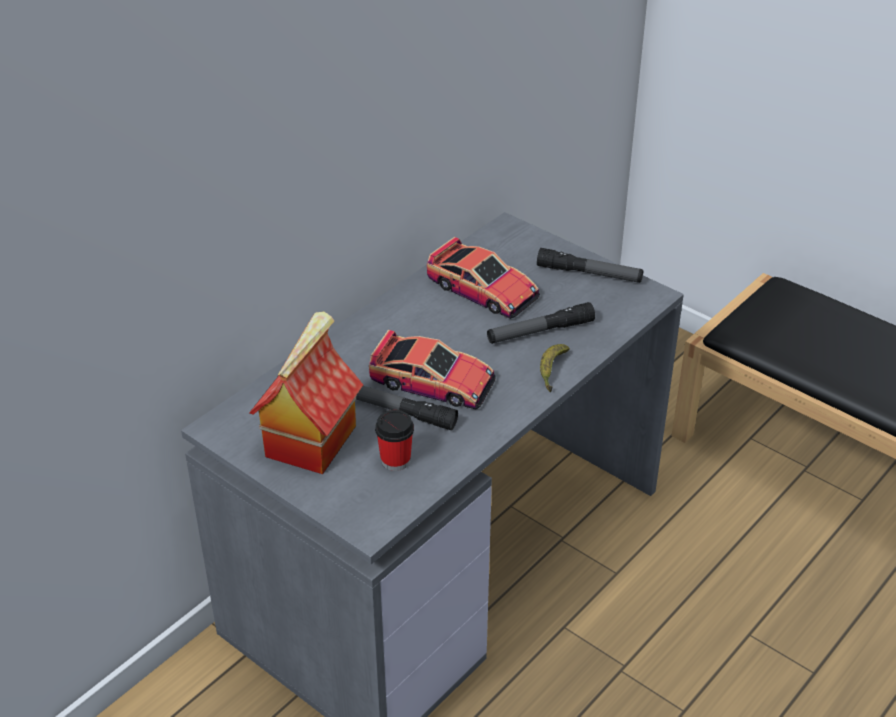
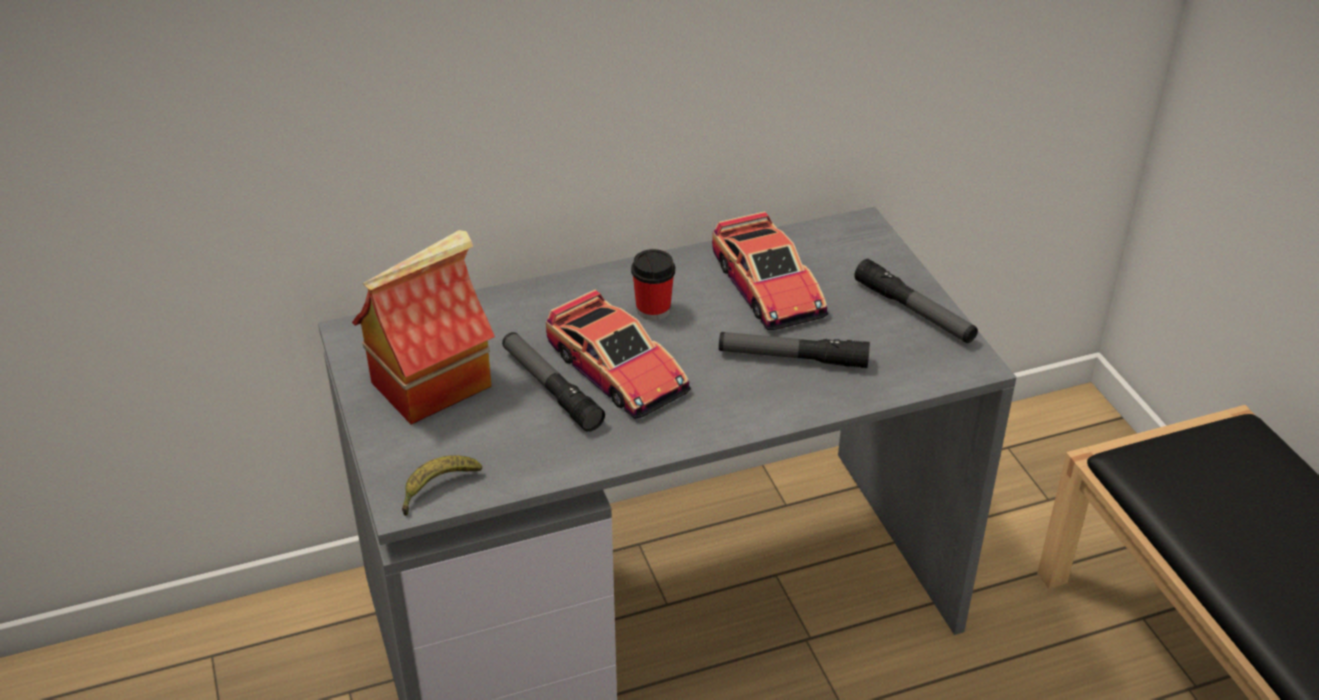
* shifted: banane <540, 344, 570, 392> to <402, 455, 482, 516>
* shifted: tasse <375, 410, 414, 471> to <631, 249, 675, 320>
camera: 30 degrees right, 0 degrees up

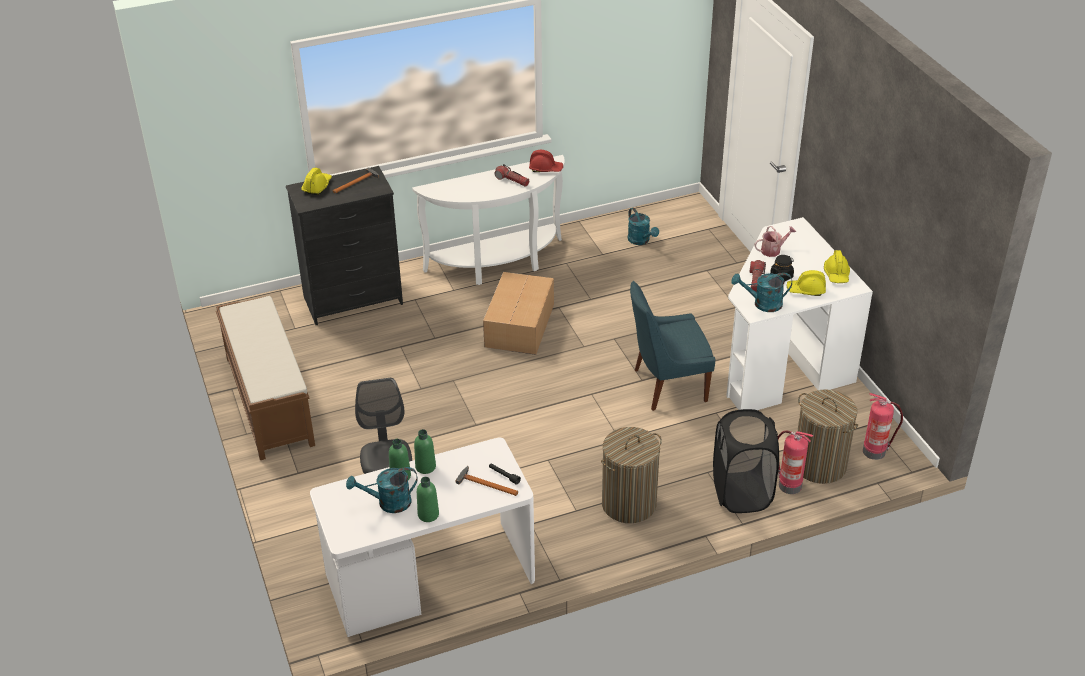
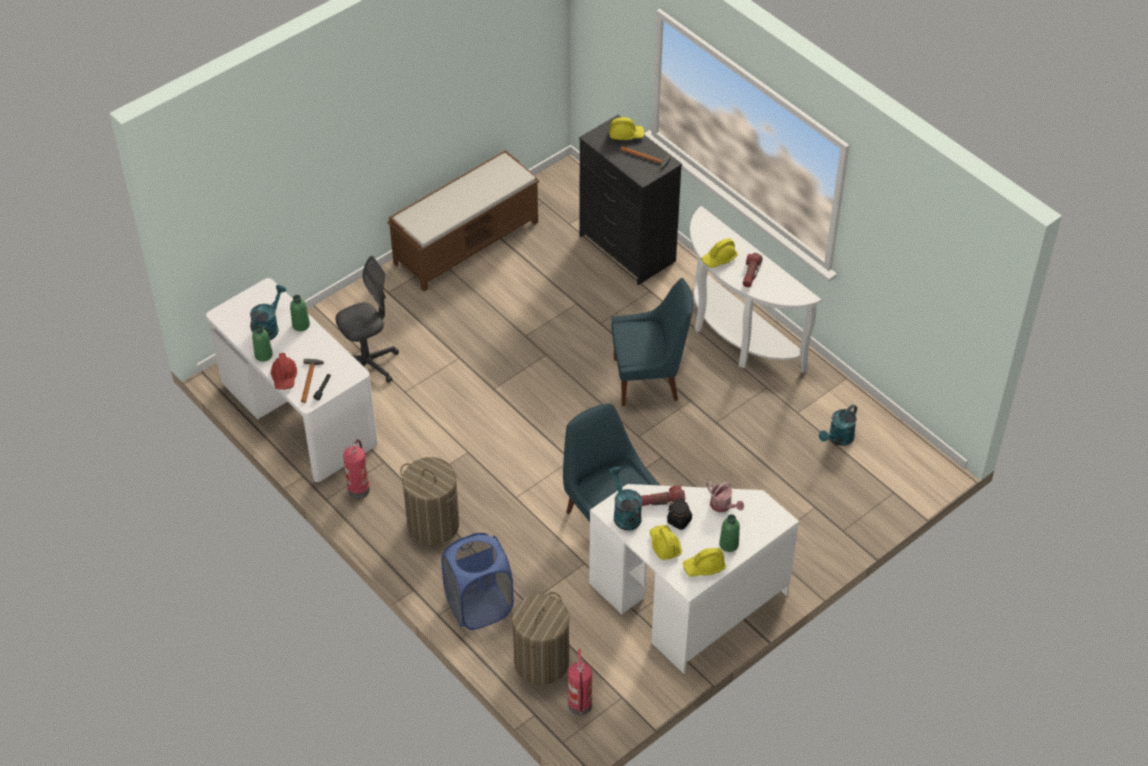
* shifted: casque de chantier (rouge) <529, 150, 563, 172> to <271, 353, 297, 390>
* swapped: carton <483, 272, 554, 355> to chaise (bleu) <611, 278, 694, 406>
* repainted: panier à linge (noir) <713, 409, 779, 513> to panier à linge (bleu) <441, 533, 514, 630>
* shifted: bouteille (vert) <414, 429, 436, 474> to <719, 514, 740, 552>
* shifted: extincteur <778, 431, 813, 494> to <343, 439, 370, 499>
* rotated: arrosoir (turquoise) <346, 467, 418, 513> = <250, 285, 286, 340> 60 degrees clockwise
* new: casque de chantier (jaune) <701, 238, 738, 268>
camera: 70 degrees right, 10 degrees up

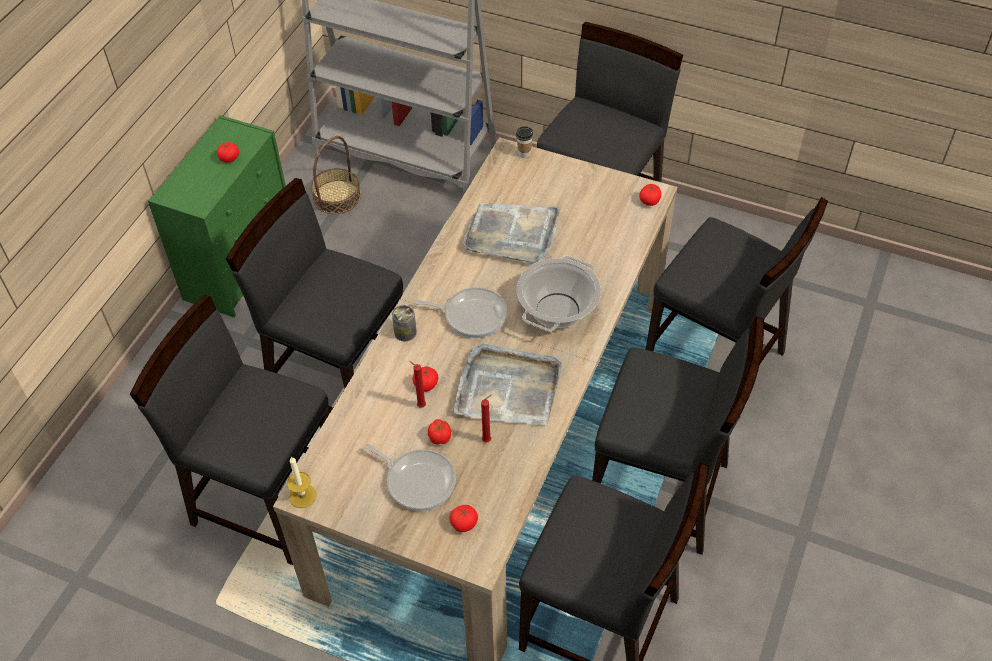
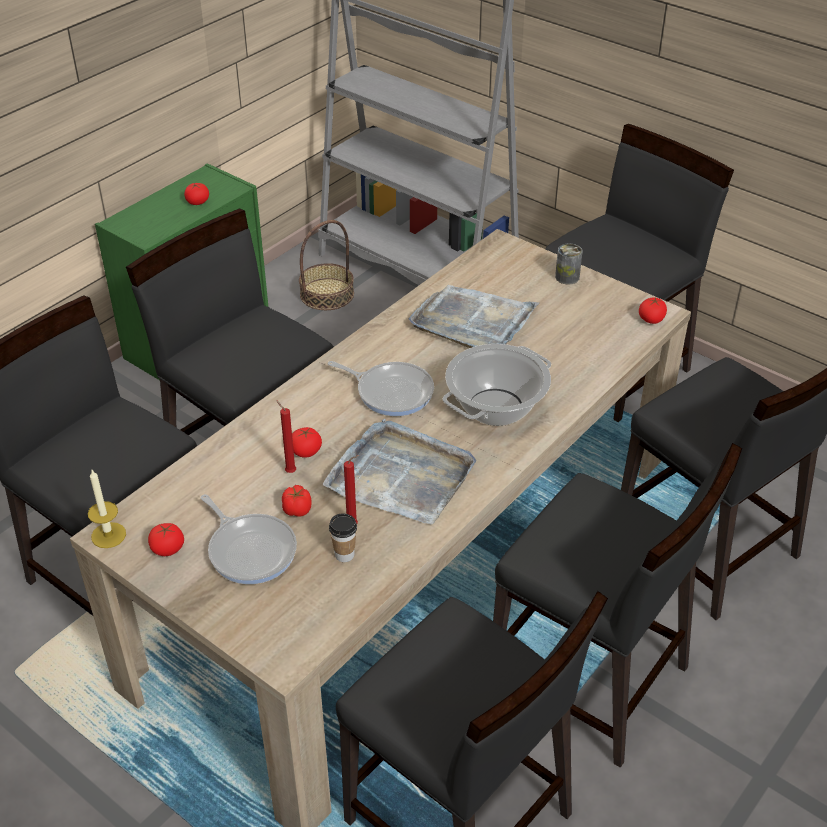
* shifted: tasse <516, 126, 533, 158> to <329, 513, 357, 562>
* shifted: boîte métallique <392, 305, 417, 341> to <555, 244, 583, 285>
* shifted: tomate <450, 505, 478, 532> to <148, 523, 184, 556>
camera: 15 degrees right, 10 degrees down

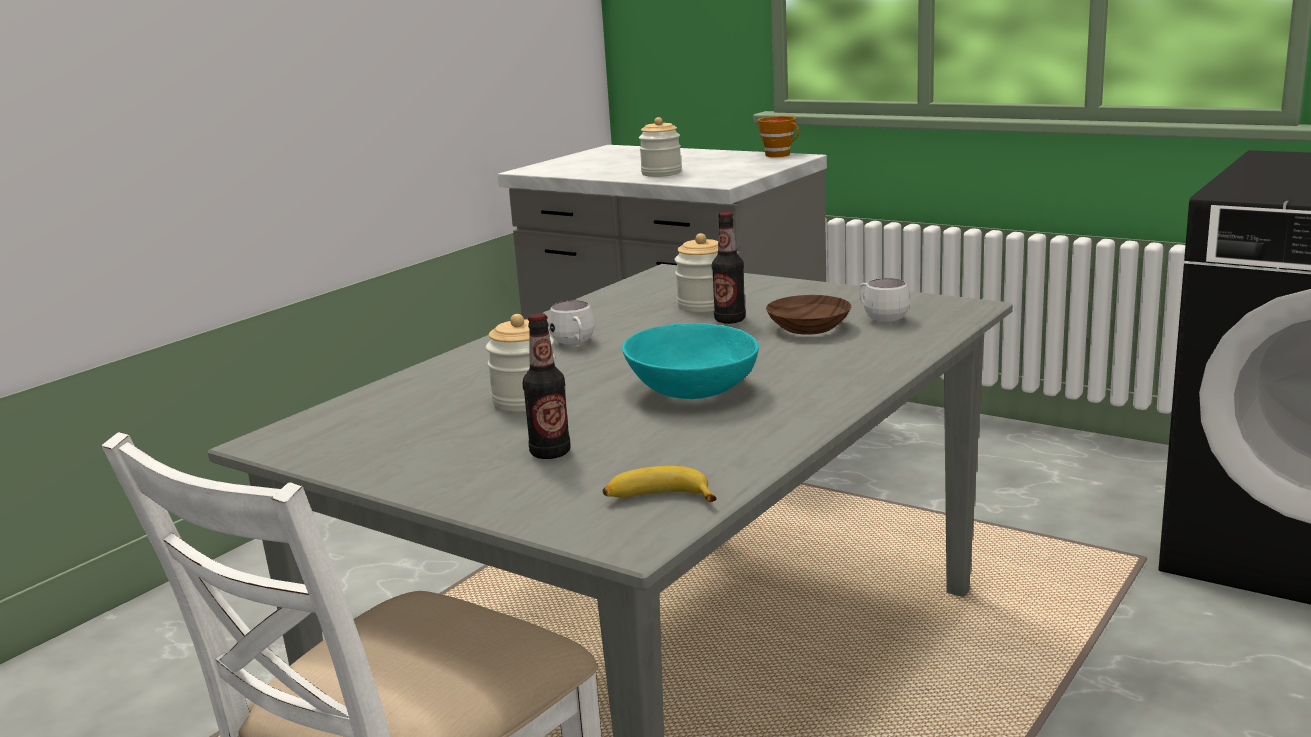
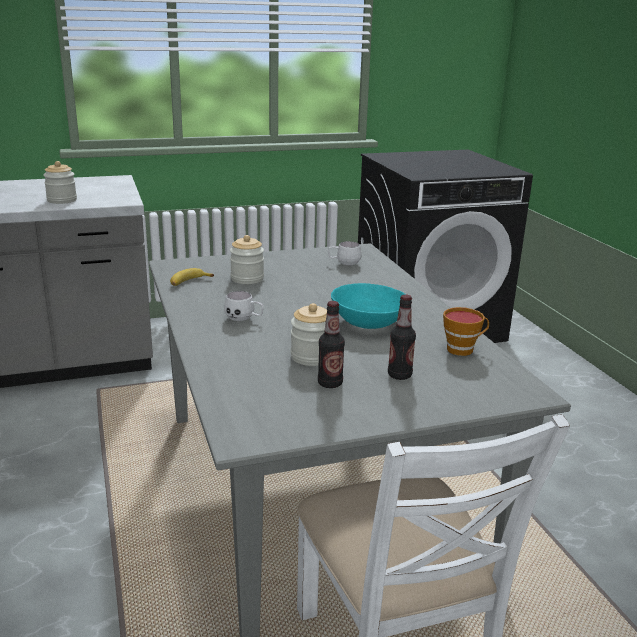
* shifted: tasse <757, 116, 799, 157> to <443, 307, 489, 356>
* shifted: bouteille <712, 212, 746, 324> to <318, 301, 345, 388>
* gone: bol (marron) <766, 295, 851, 335>
* shifted: banane <603, 466, 717, 502> to <170, 268, 214, 286>
camera: 55 degrees left, 5 degrees up

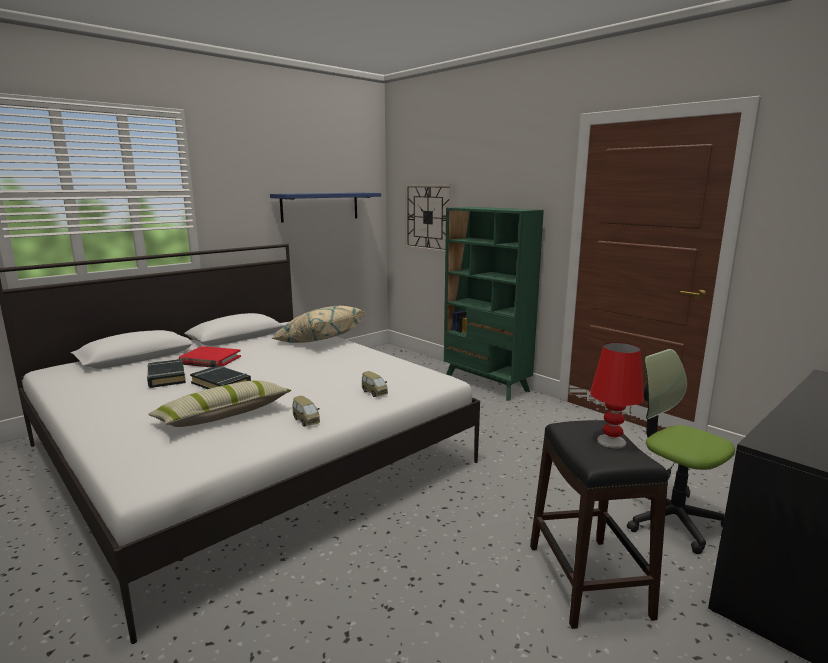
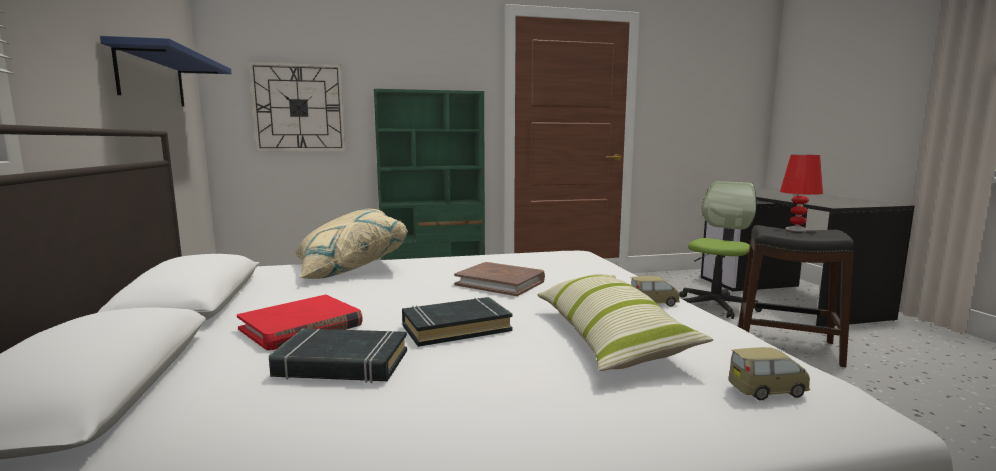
* rotated: chaise de bureau <627, 349, 735, 554> = <679, 181, 762, 319> 135 degrees clockwise
* shifted: petite voiture <362, 371, 388, 397> to <729, 347, 810, 401>
* new: livre (marron) <454, 262, 545, 296>
camera: 60 degrees left, 5 degrees down

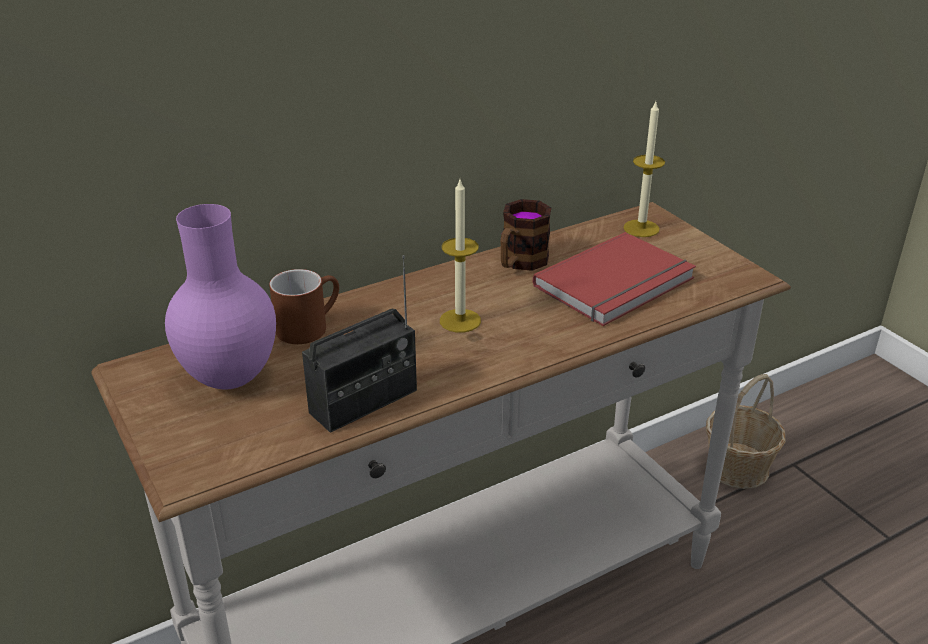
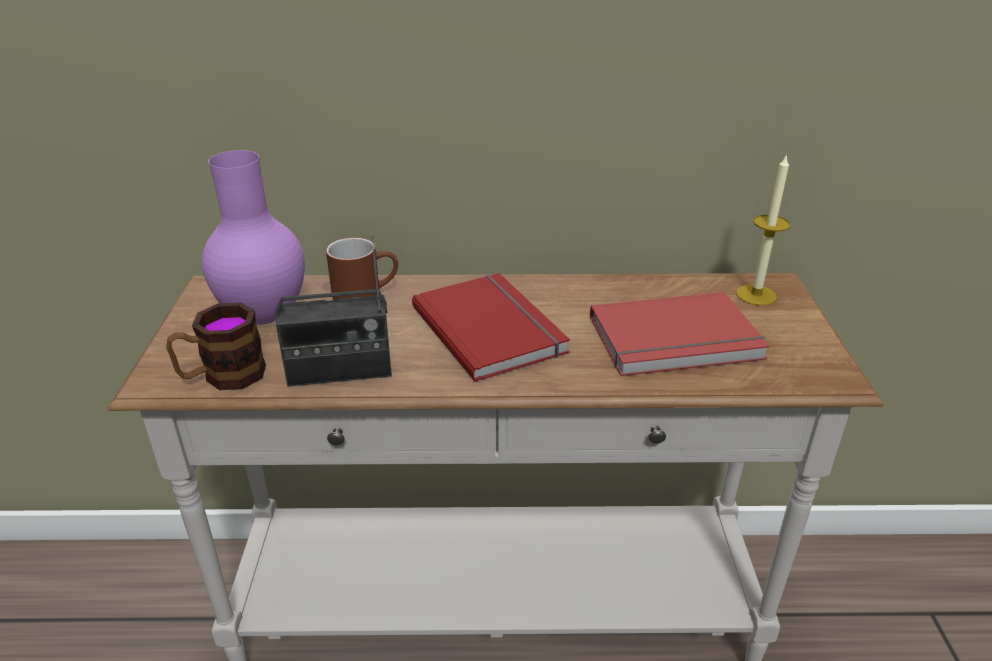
* swapped: bougie <440, 180, 481, 333> to livre (rouge) <412, 273, 570, 382>
* shifted: mug <500, 199, 551, 271> to <166, 302, 266, 390>
* gone: panier <706, 374, 786, 489>
camera: 30 degrees right, 0 degrees up

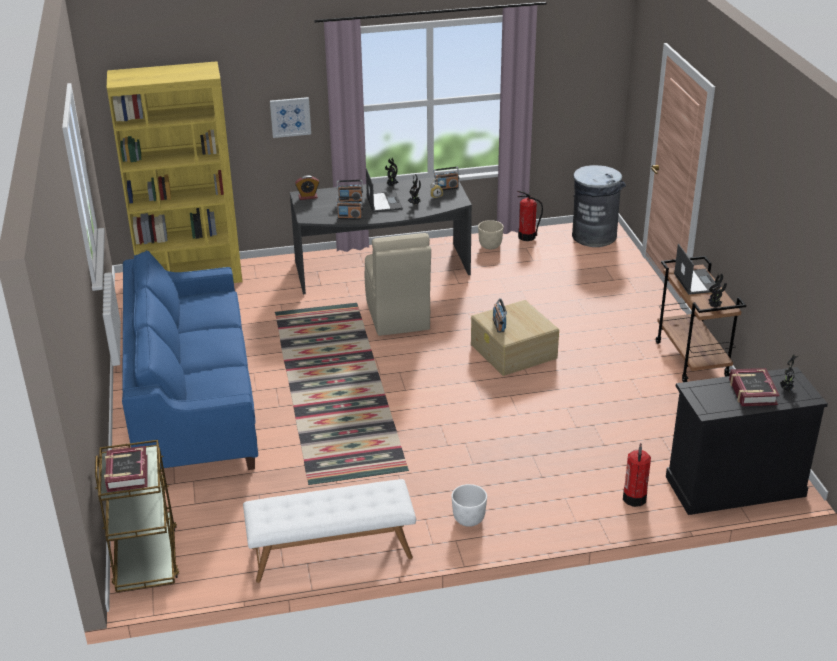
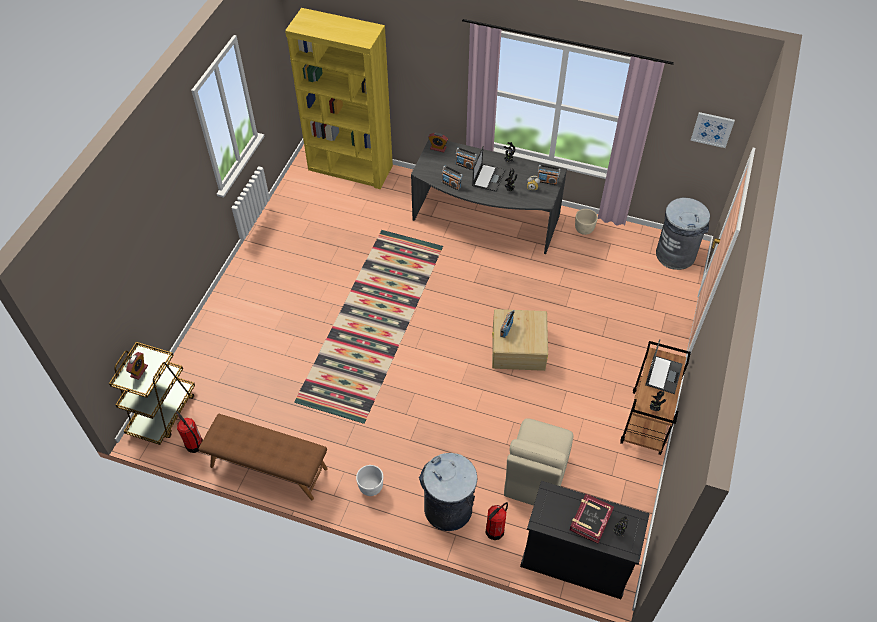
* shifted: tableau <270, 97, 311, 138> to <691, 112, 735, 148>
* shifted: extincteur <517, 190, 543, 241> to <176, 411, 203, 453>
* shifted: chaise (beige) <365, 233, 431, 336> to <504, 418, 574, 505>
* gone: canapé (bleu) <122, 250, 258, 470>
* swapped: livre <104, 446, 148, 492> to réveil <126, 352, 148, 380>
* repainted: banc (blanc) <243, 479, 416, 583> to banc (marron) <198, 414, 328, 500>
* new: poubelle (gris) <419, 453, 477, 531>
camera: 30 degrees right, 20 degrees up

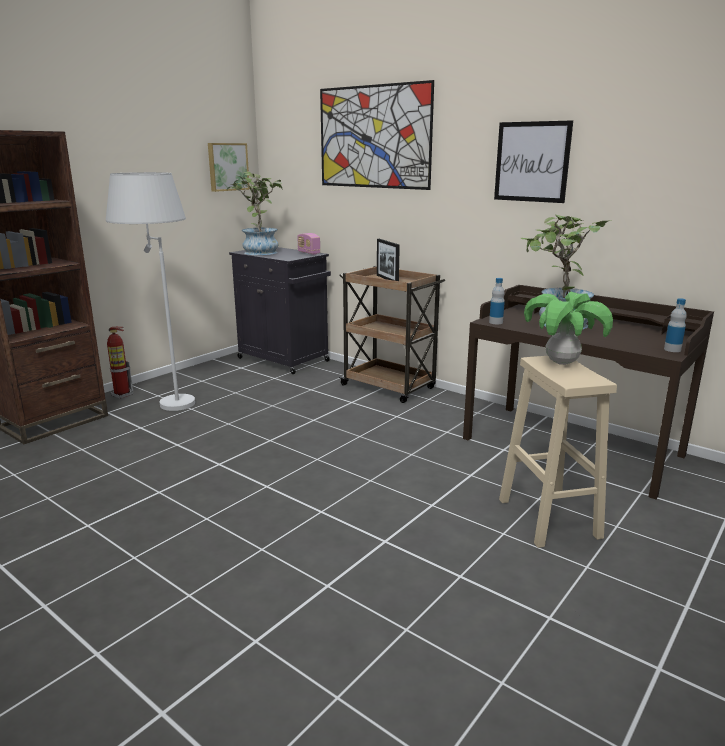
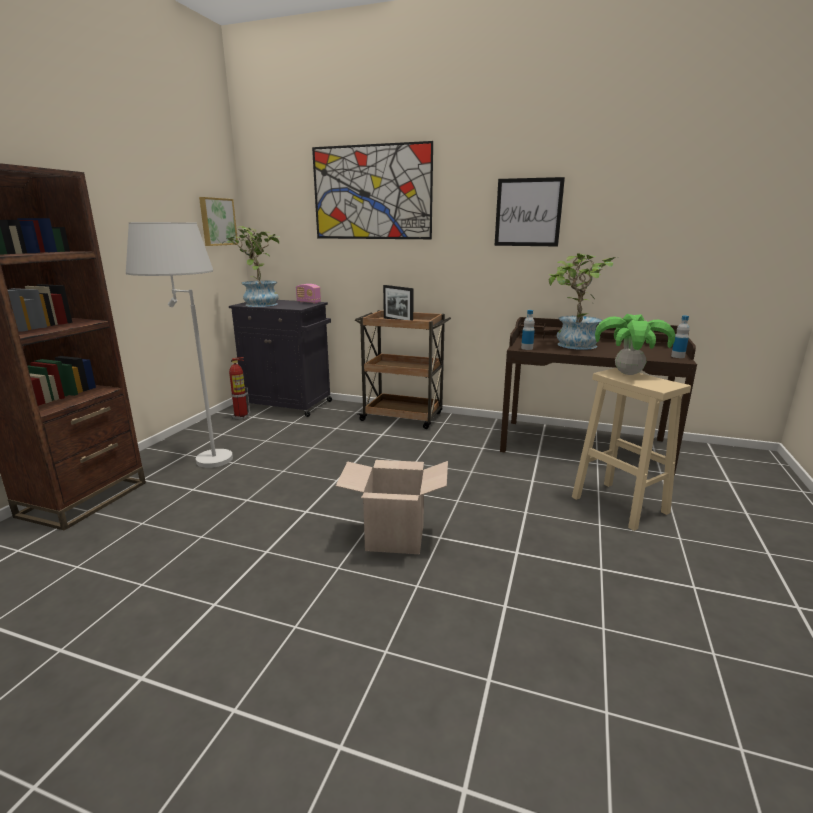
* shifted: extincteur <107, 327, 134, 399> to <229, 357, 251, 420>
* new: carton <336, 460, 448, 554>
camera: 20 degrees left, 0 degrees up

